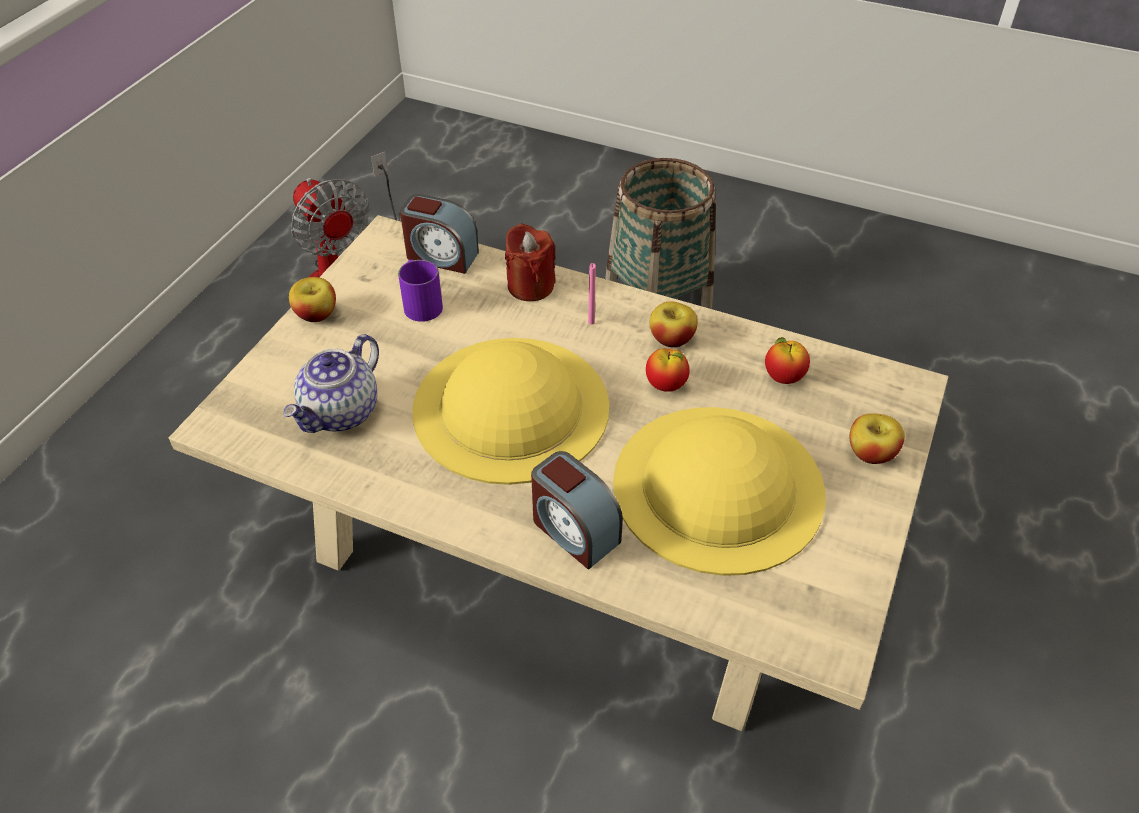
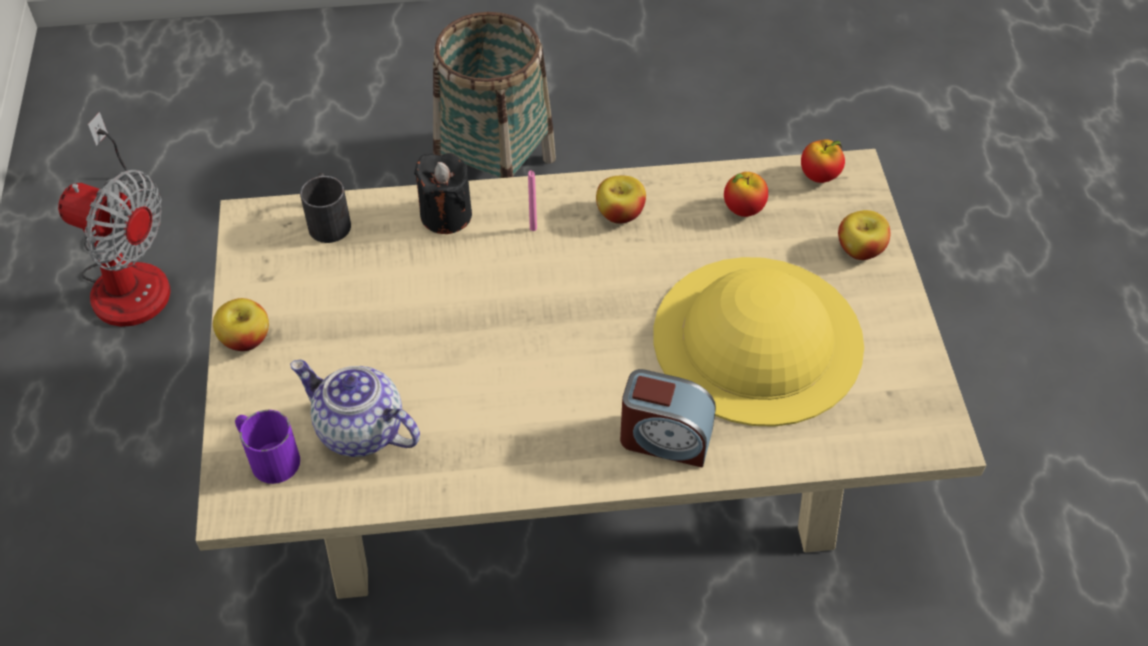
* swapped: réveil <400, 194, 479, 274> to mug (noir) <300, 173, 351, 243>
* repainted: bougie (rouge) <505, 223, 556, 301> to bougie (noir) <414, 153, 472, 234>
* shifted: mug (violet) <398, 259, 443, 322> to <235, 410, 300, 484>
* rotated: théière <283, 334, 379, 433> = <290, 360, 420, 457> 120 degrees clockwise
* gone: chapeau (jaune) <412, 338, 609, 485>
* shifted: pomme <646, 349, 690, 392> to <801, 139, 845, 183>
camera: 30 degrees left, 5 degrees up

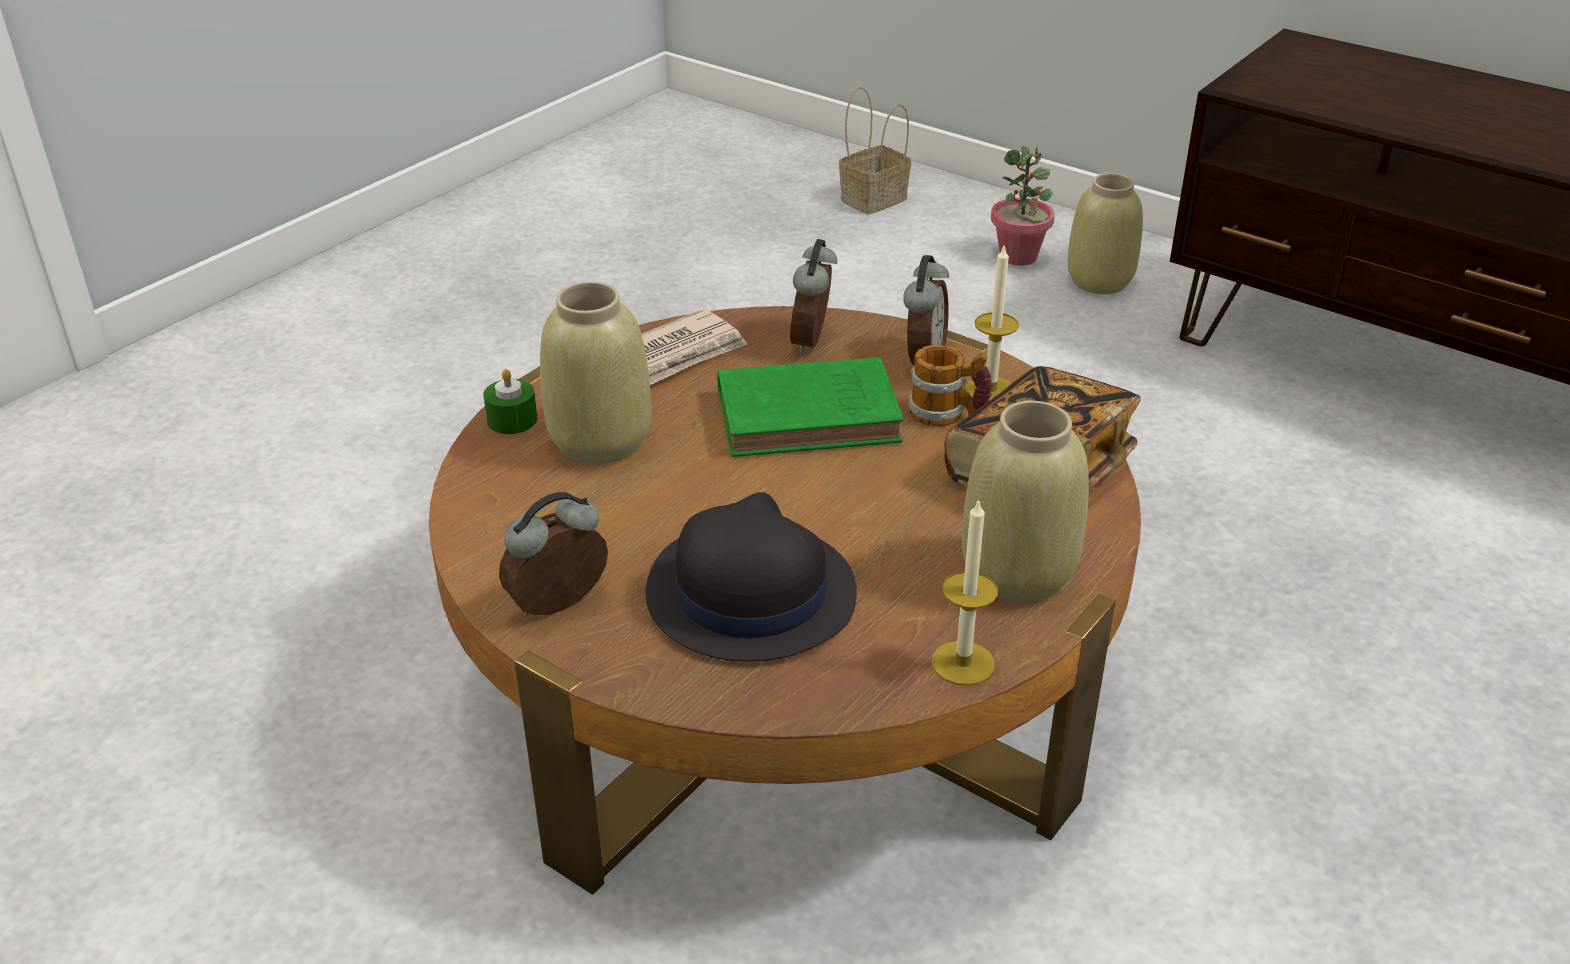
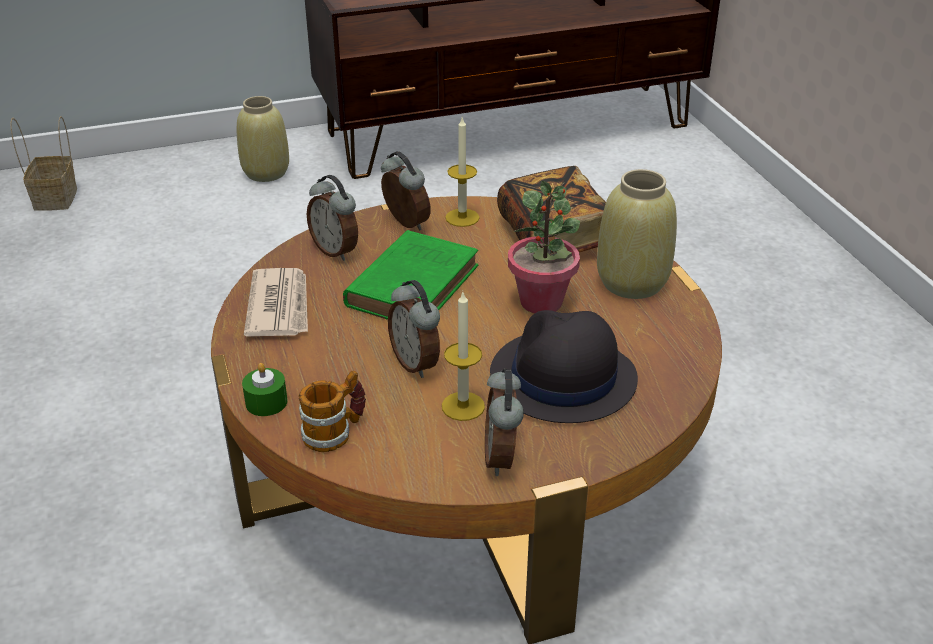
* shifted: plante en pot <991, 145, 1055, 265> to <508, 181, 580, 313>
* gone: vase (beige) <540, 282, 651, 464>
* shifted: mug <908, 345, 993, 426> to <299, 371, 366, 452>
* shifted: bougie <932, 498, 998, 686> to <442, 292, 485, 421>
* new: réveil <388, 280, 440, 378>
camera: 55 degrees left, 0 degrees up

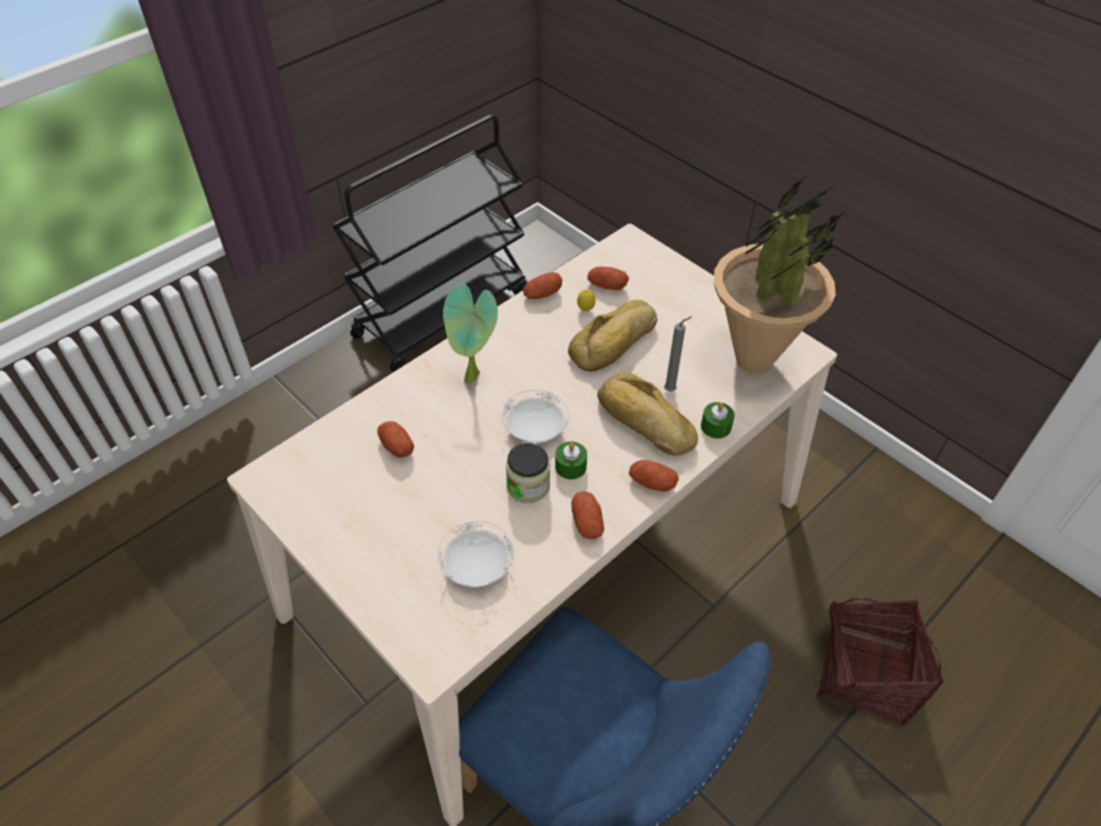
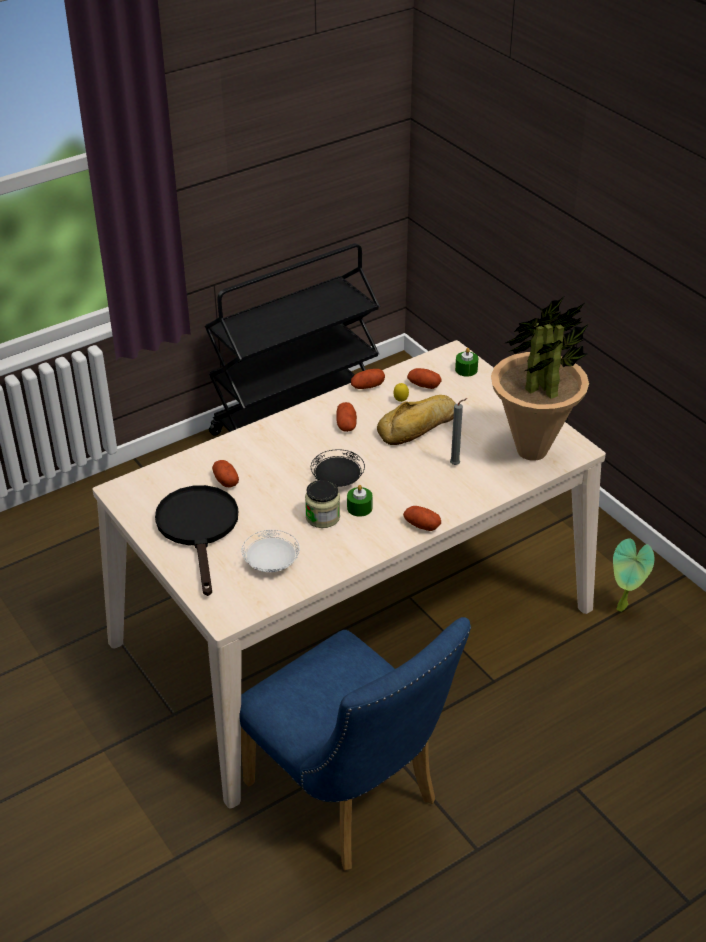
* shifted: plante en pot <443, 284, 498, 384> to <613, 539, 654, 612>
* gone: pain <597, 373, 698, 456>
* repainted: assiette (blanc) <502, 390, 569, 443> to assiette (noir) <311, 449, 365, 487>
* shifted: bougie (vert) <701, 402, 735, 439> to <455, 348, 478, 377>
* shifted: pomme de terre <571, 491, 604, 539> to <336, 402, 357, 432>
* gone: panier <816, 598, 944, 726>
* new: poêle (noir) <155, 485, 238, 596>
camera: 10 degrees right, 10 degrees down

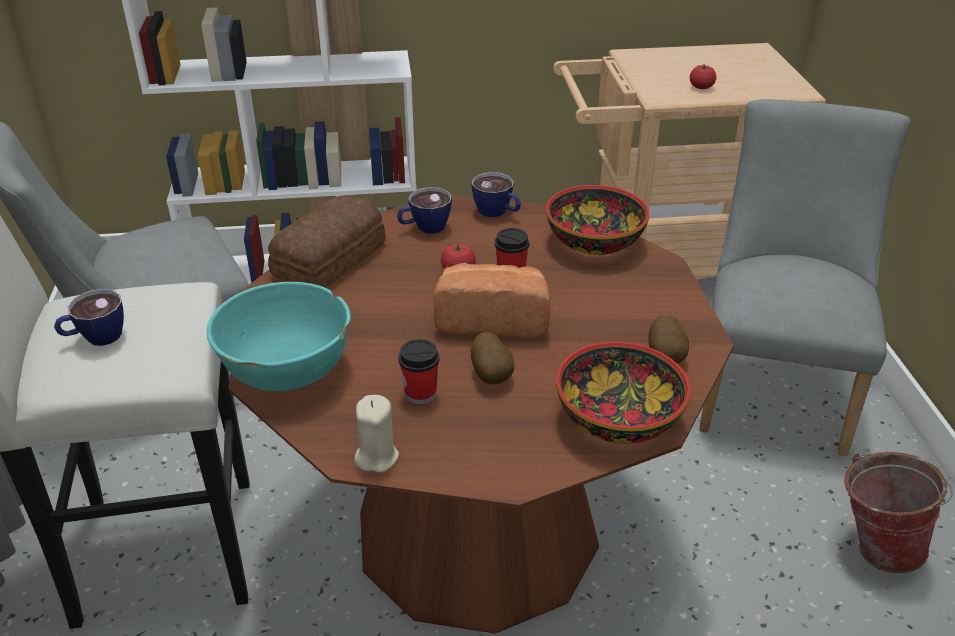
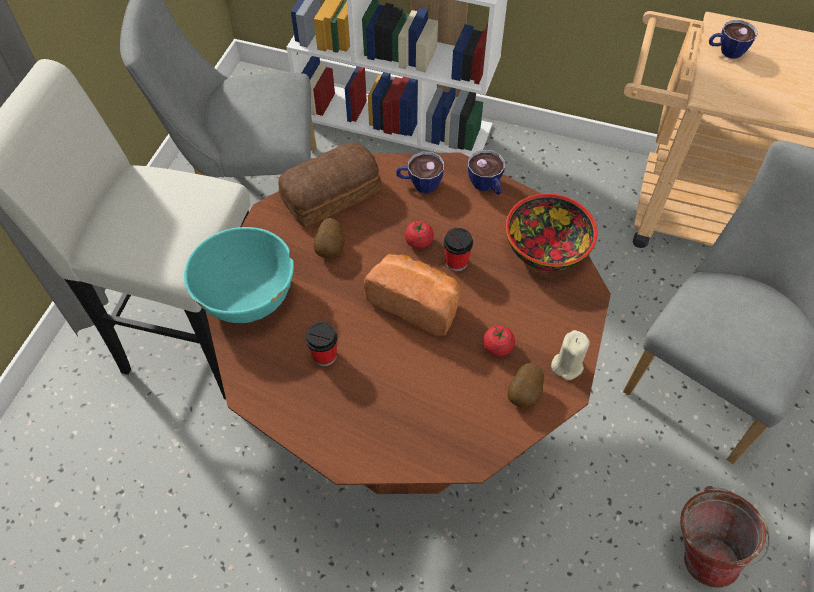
* shifted: tomate <690, 64, 716, 89> to <483, 325, 515, 357>
* shifted: tasse <54, 289, 124, 346> to <709, 20, 758, 58>
* shifted: pomme de terre <471, 332, 514, 384> to <314, 218, 344, 258>
* gone: bol <556, 342, 691, 444>
* shifted: bougie (beige) <355, 395, 399, 473> to <551, 330, 590, 380>
camera: 25 degrees right, 20 degrees up

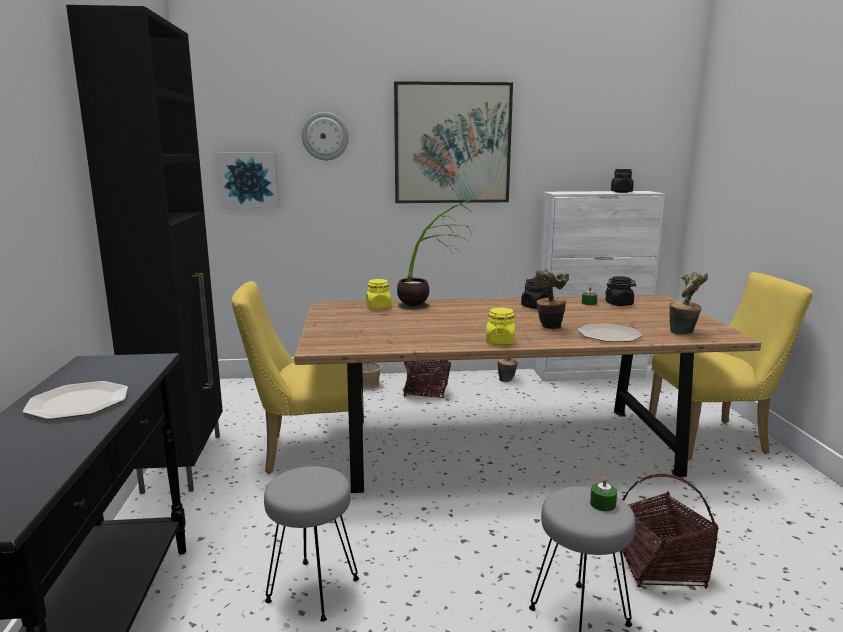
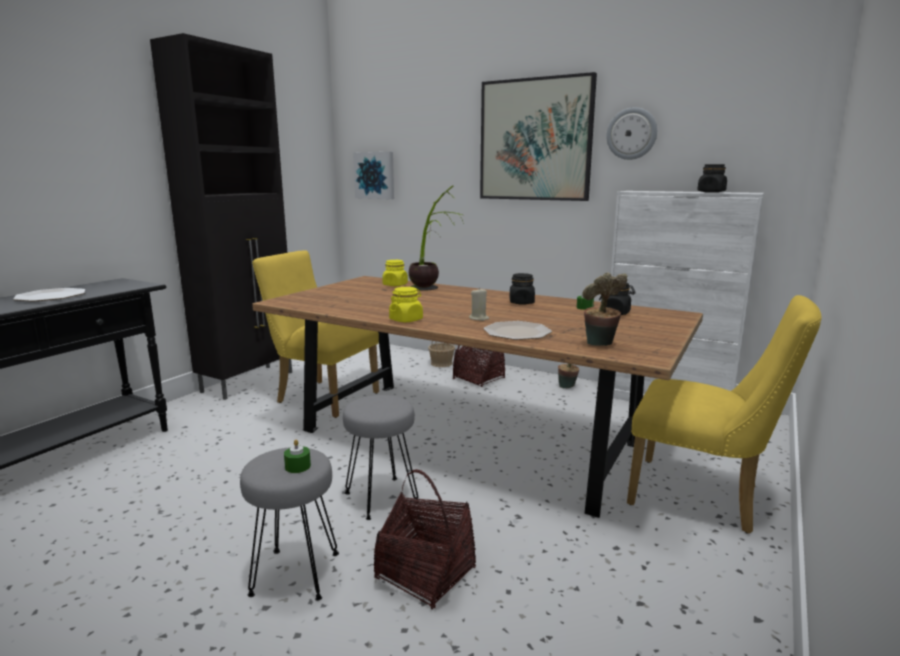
* shifted: horloge murale <302, 112, 349, 160> to <606, 107, 657, 160>
* swapped: plante en pot <533, 268, 569, 329> to bougie (beige) <469, 287, 489, 321>
* shifted: tabouret (gris) <264, 466, 359, 622> to <343, 395, 418, 520>
camera: 35 degrees right, 0 degrees up

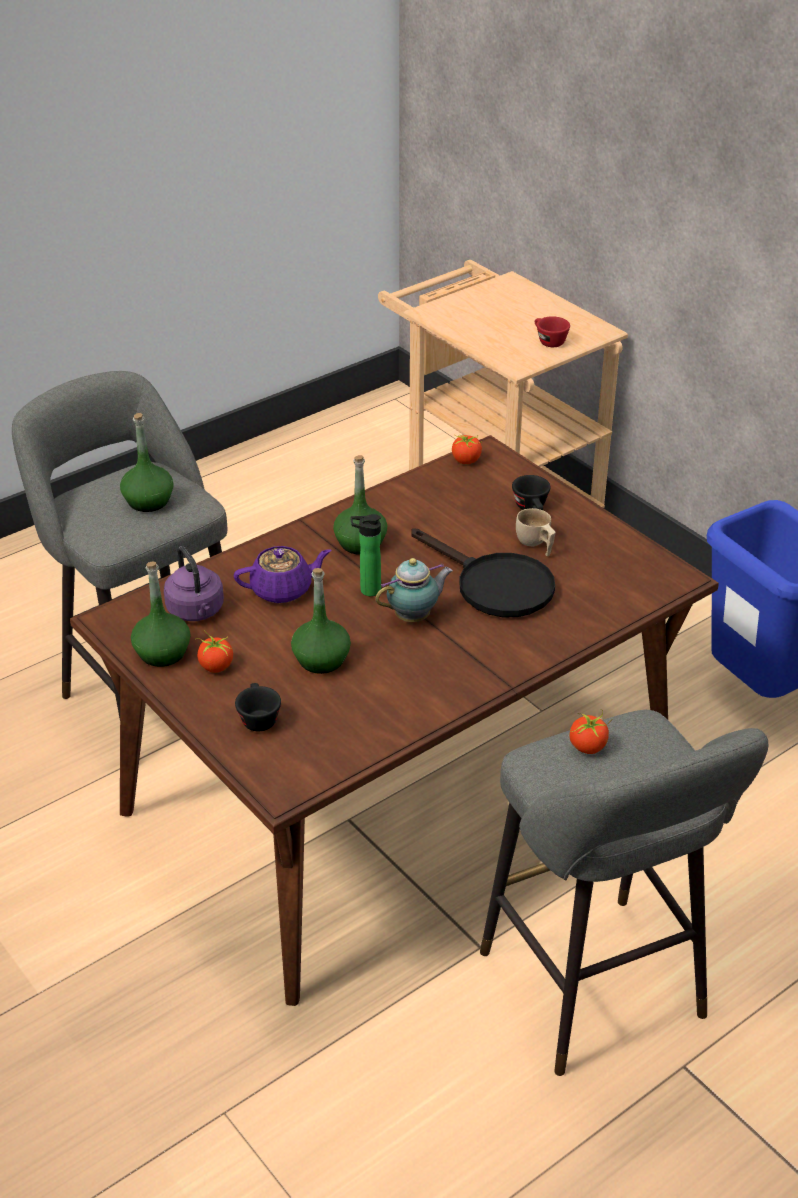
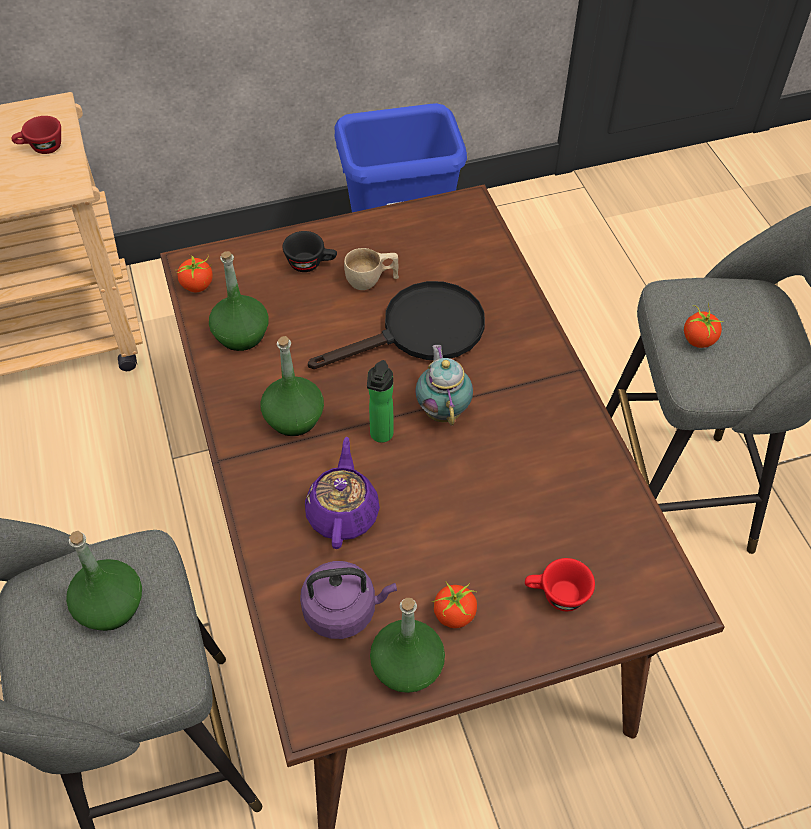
* shifted: bouteille (vert) <291, 568, 351, 674> to <209, 251, 269, 351>
* repainted: tasse (noir) <235, 683, 281, 731> to tasse (rouge) <525, 558, 595, 611>
camera: 70 degrees left, 15 degrees up

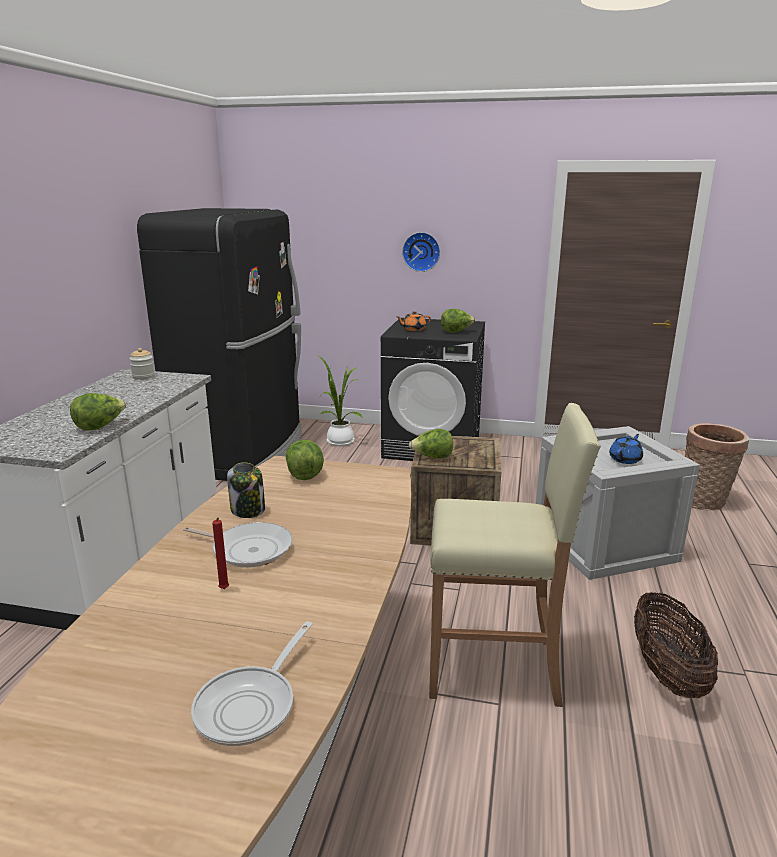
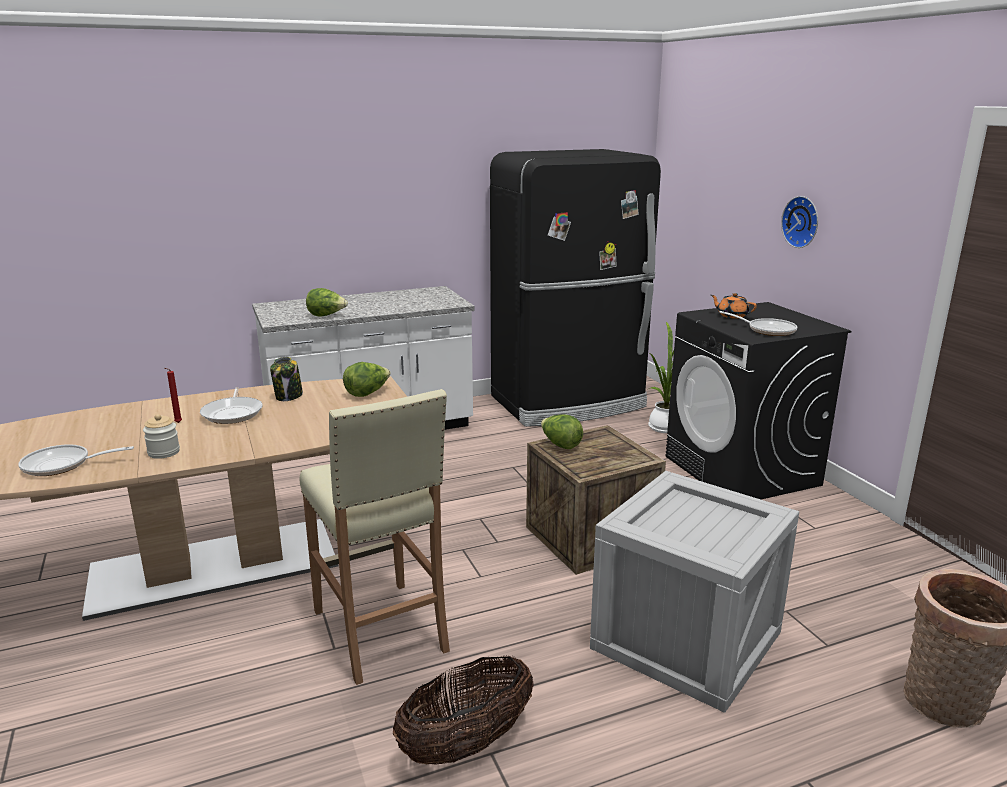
* swapped: laitue <441, 309, 475, 333> to poêle <719, 311, 797, 336>
* shifted: bocal <130, 348, 155, 379> to <143, 414, 180, 459>
* gone: théière (bleu) <609, 434, 643, 464>
camera: 55 degrees right, 0 degrees up

